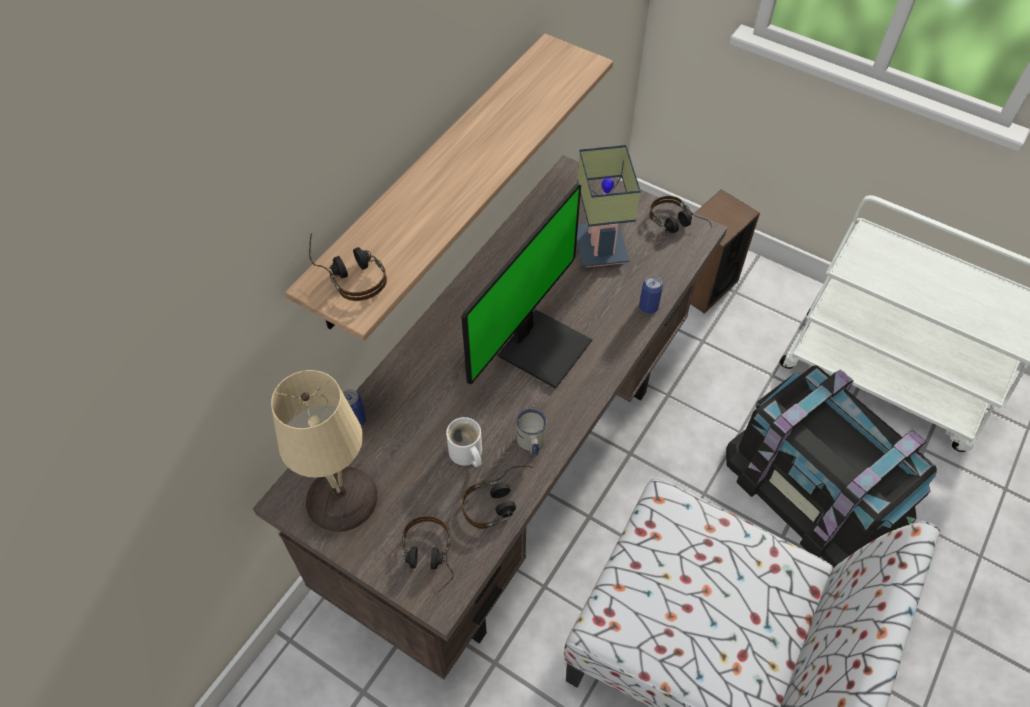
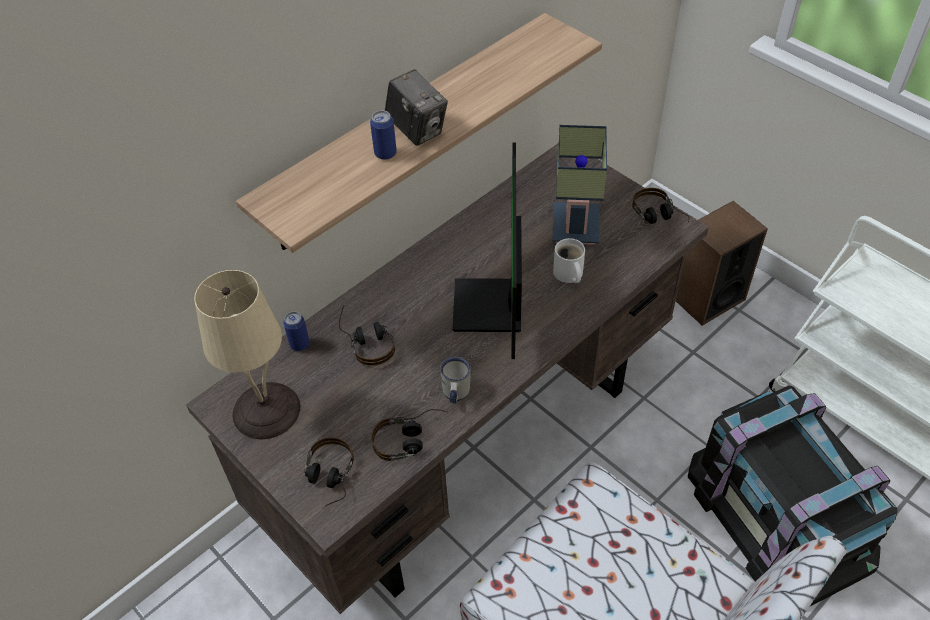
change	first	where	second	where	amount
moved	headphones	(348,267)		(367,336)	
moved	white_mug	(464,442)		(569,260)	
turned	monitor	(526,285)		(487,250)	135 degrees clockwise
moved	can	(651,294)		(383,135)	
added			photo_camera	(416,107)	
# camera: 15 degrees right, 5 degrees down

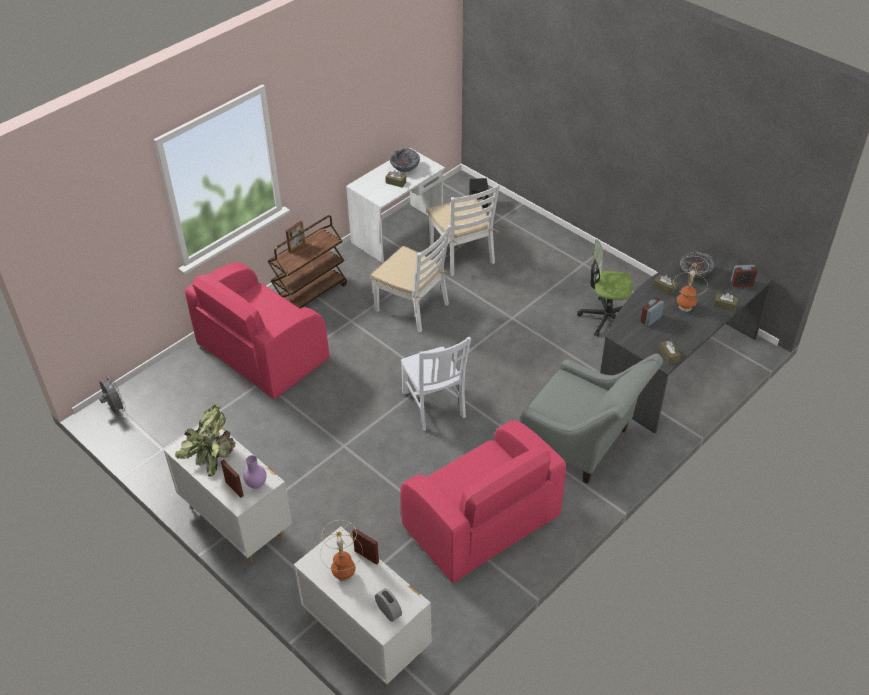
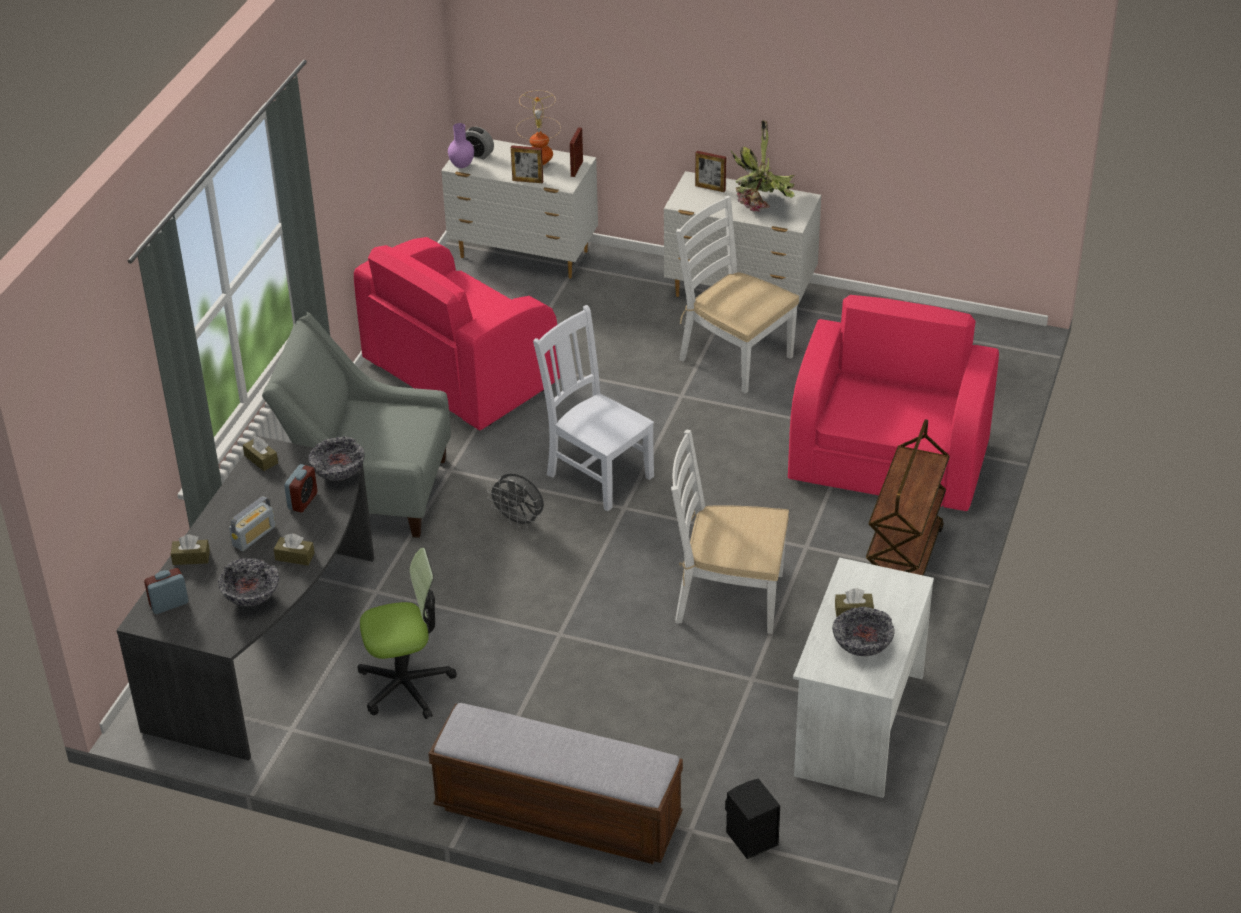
change	first	where	second	where	amount
moved	grey_fan	(112,394)		(515,500)	
moved	purple_vase	(255,472)		(461,145)	
moved	picture_frame	(295,237)		(576,152)	
turned	pink_armchair	(483,501)		(457,333)	75 degrees counterclockwise
moved	white_chair	(463,230)		(737,295)	
replaced	table_lamp	(691,284)	radio	(252,523)	
added			bowl	(337,458)	
added			bench	(555,783)	
# camera: 155 degrees right, 5 degrees down

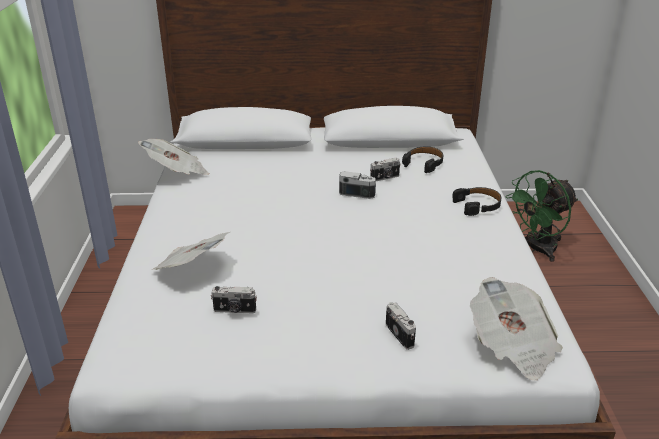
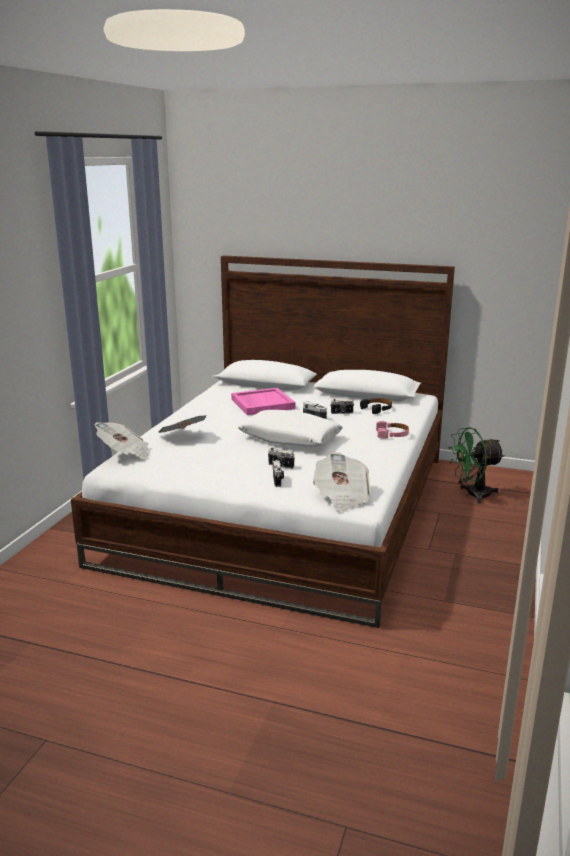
change	first	where	second	where	amount
moved	newspaper	(173,157)		(121,440)	
moved	photo_camera	(234,300)		(281,458)	
recoloured	black_headphones	(477,201)	pink_headphones	(392,430)	
added			pink_tray	(263,401)	
added			white_pillow	(290,428)	
# camera: 20 degrees right, 10 degrees down

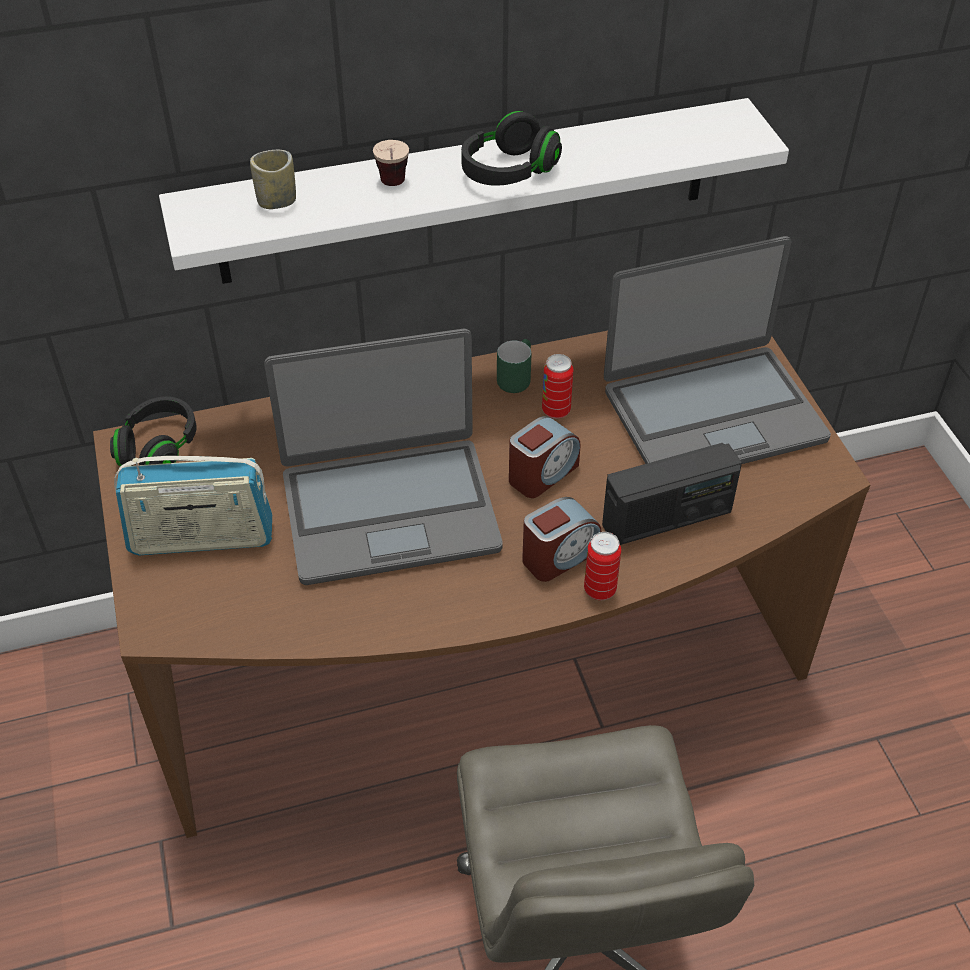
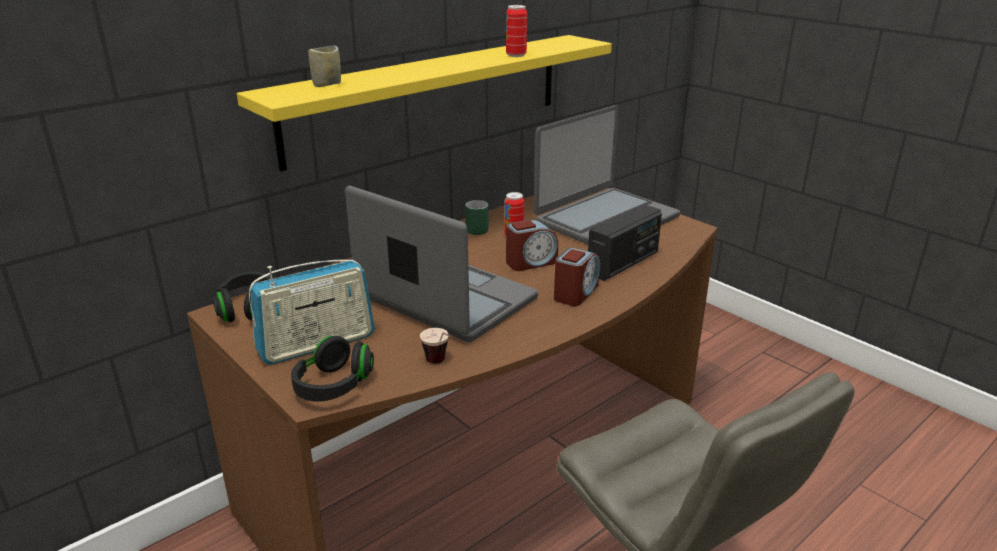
change	first	where	second	where	amount
recoloured	white_shelf	(474,191)	yellow_shelf	(424,103)	
turned	laptop	(383,457)		(441,264)	105 degrees counterclockwise
moved	cup	(391,163)		(436,346)	
moved	black_headphones	(511,148)		(332,369)	
turned	alarm_clock	(544,457)		(532,245)	45 degrees clockwise
moved	can	(602,566)		(516,31)	
# camera: 25 degrees left, 20 degrees down

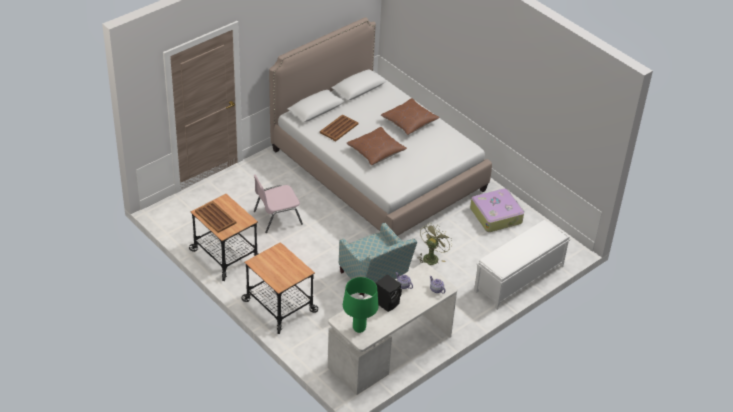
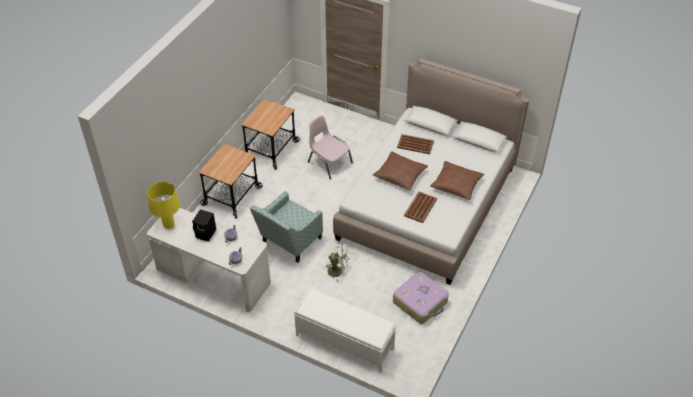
change	first	where	second	where	amount
moved	brown_tray	(215,217)		(420,207)	
recoloured	green_table_lamp	(360,305)	yellow_table_lamp	(163,205)	
# camera: 70 degrees right, 5 degrees up

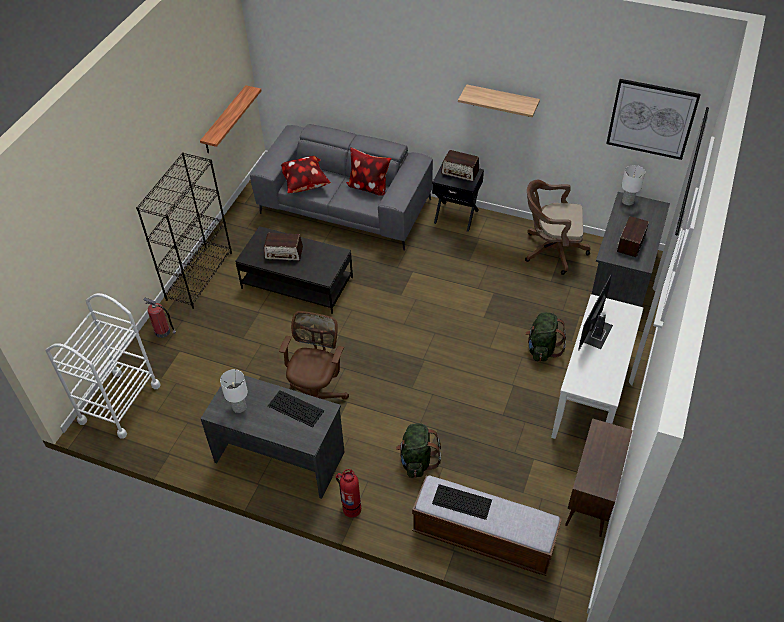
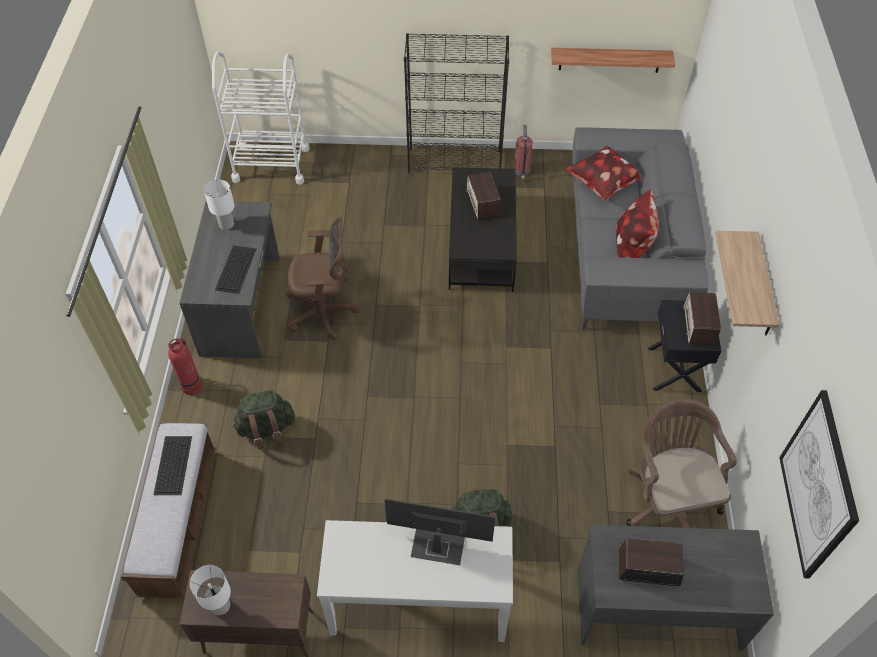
change	first	where	second	where	amount
moved	fire_extinguisher	(159,318)		(523,152)	
moved	white_table_lamp	(633,185)		(210,590)	
# camera: 70 degrees right, 5 degrees up

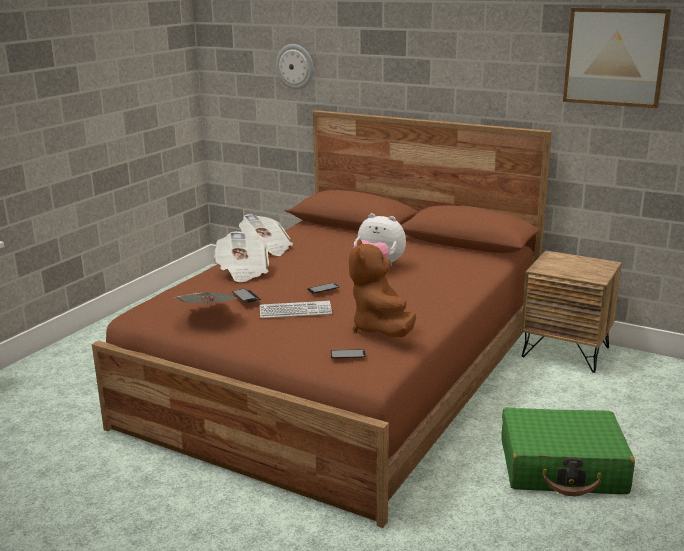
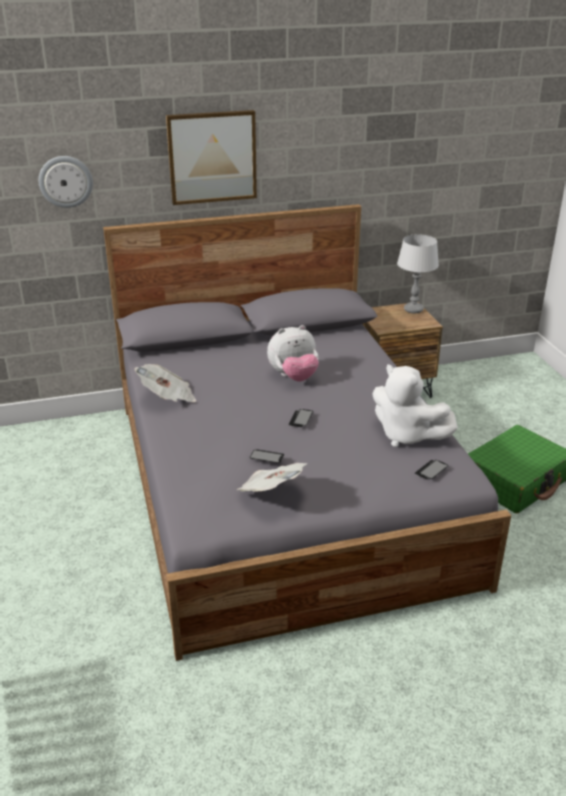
change	first	where	second	where	amount
recoloured	brown_bed	(322,319)	grey_bed	(307,432)	
removed	newspaper	(241,256)			
removed	keyboard	(296,309)			
recoloured	brown_plush_toy	(382,288)	white_plush_toy	(415,405)	
moved	picture	(617,57)		(211,157)	
added			grey_table_lamp	(418,274)	
# camera: 45 degrees left, 10 degrees up

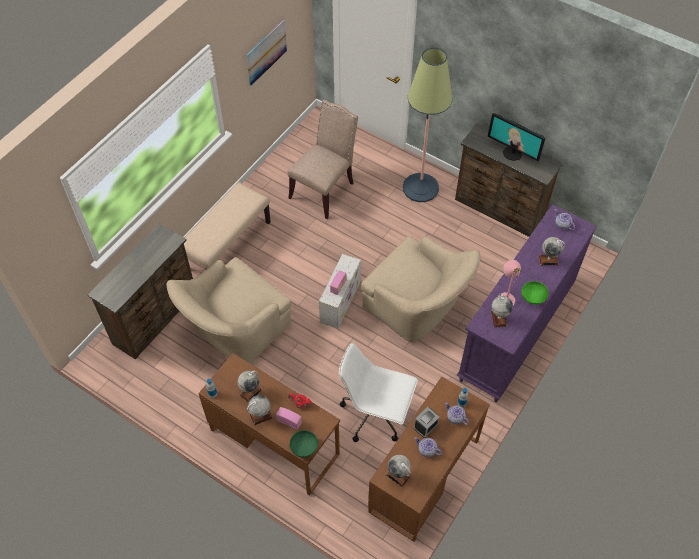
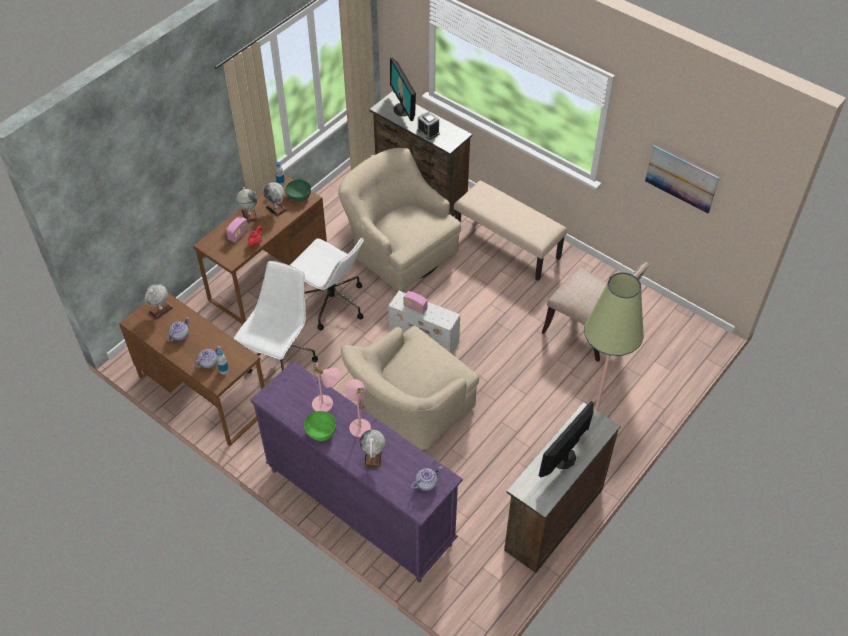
change	first	where	second	where	amount
moved	green_bowl	(303,443)		(298,190)	
moved	alarm_clock	(426,422)		(428,125)	
removed	globe	(502,311)			
added			white_office_chair	(327,284)	
added			pink_table_lamp	(357,408)	
added			monitor	(403,89)	
# camera: 95 degrees right, 5 degrees down

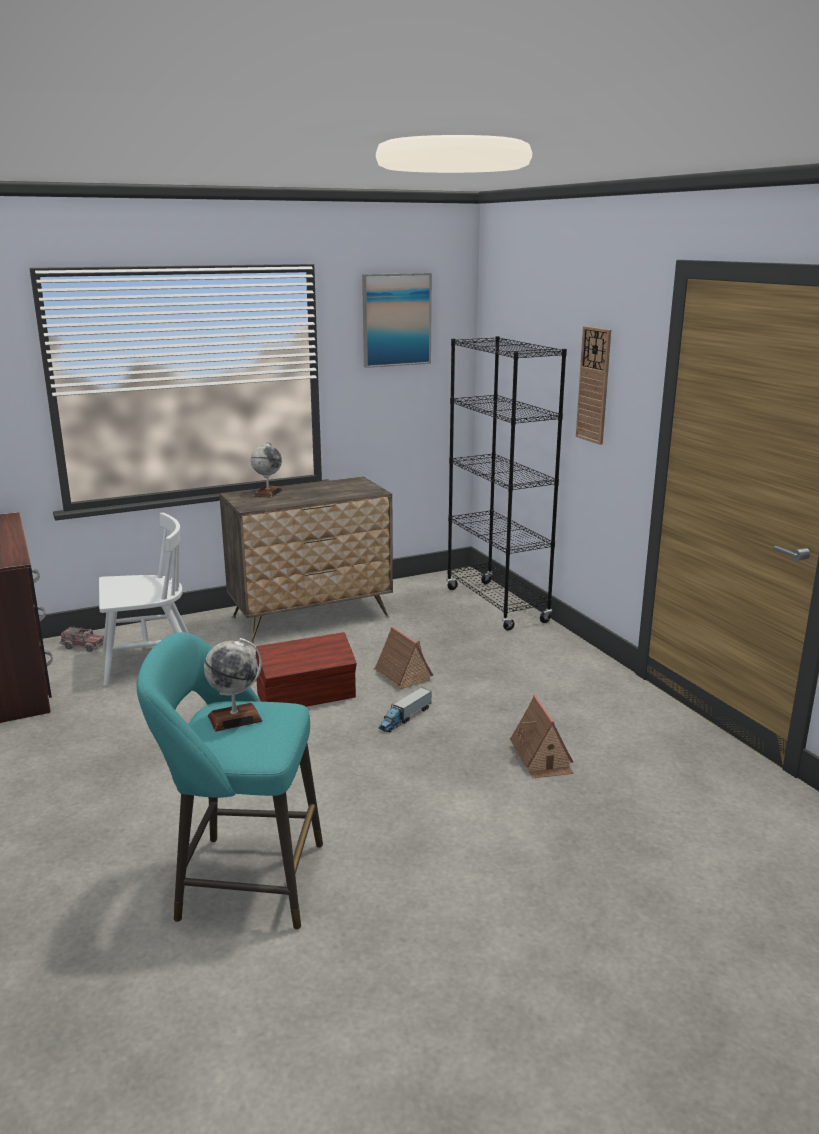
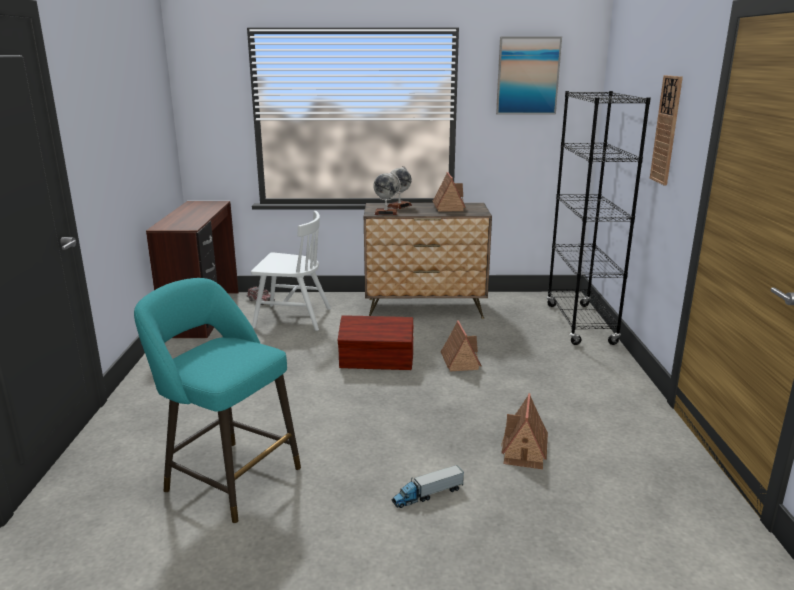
change	first	where	second	where	amount
moved	globe	(233,685)		(387,193)	
moved	toy_truck	(405,709)		(427,486)	
added			toy_house	(449,192)	
# camera: 25 degrees right, 0 degrees up

